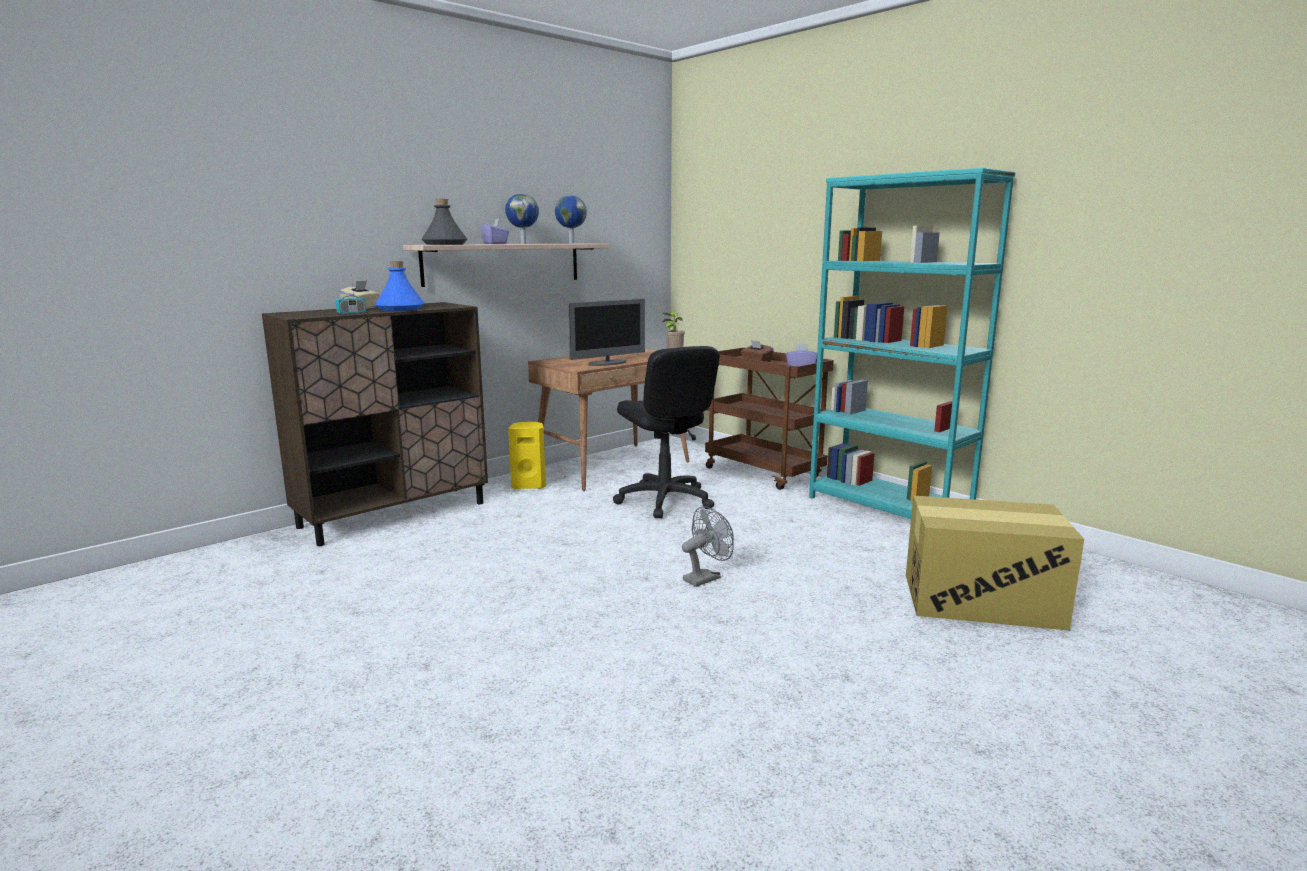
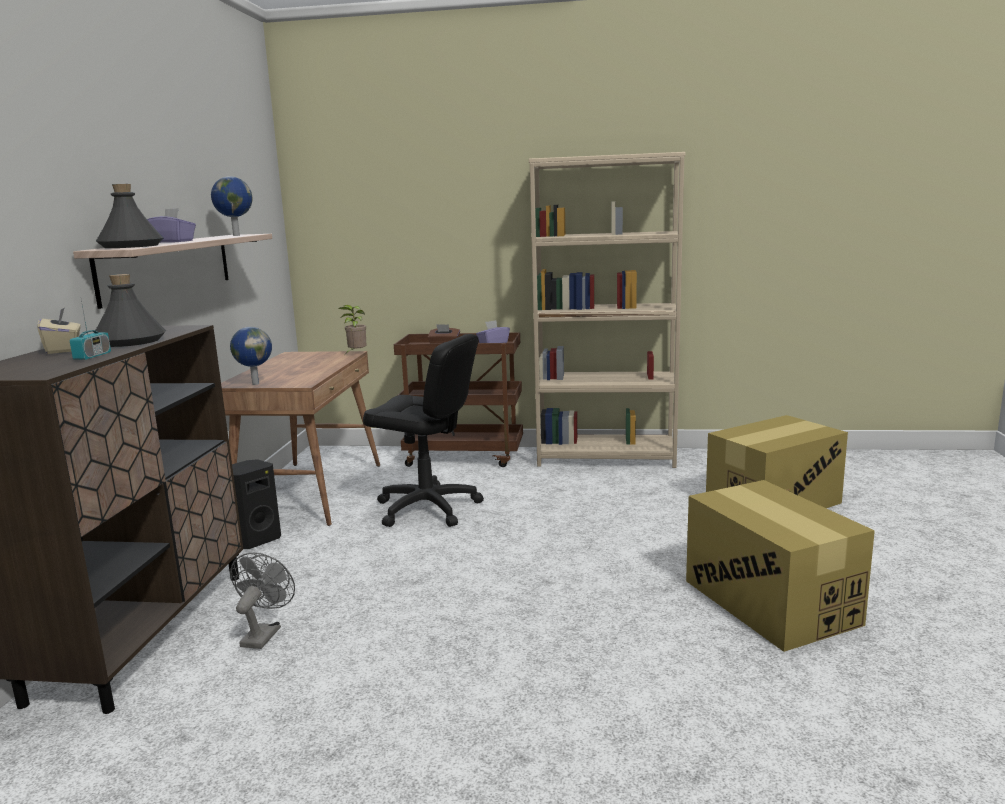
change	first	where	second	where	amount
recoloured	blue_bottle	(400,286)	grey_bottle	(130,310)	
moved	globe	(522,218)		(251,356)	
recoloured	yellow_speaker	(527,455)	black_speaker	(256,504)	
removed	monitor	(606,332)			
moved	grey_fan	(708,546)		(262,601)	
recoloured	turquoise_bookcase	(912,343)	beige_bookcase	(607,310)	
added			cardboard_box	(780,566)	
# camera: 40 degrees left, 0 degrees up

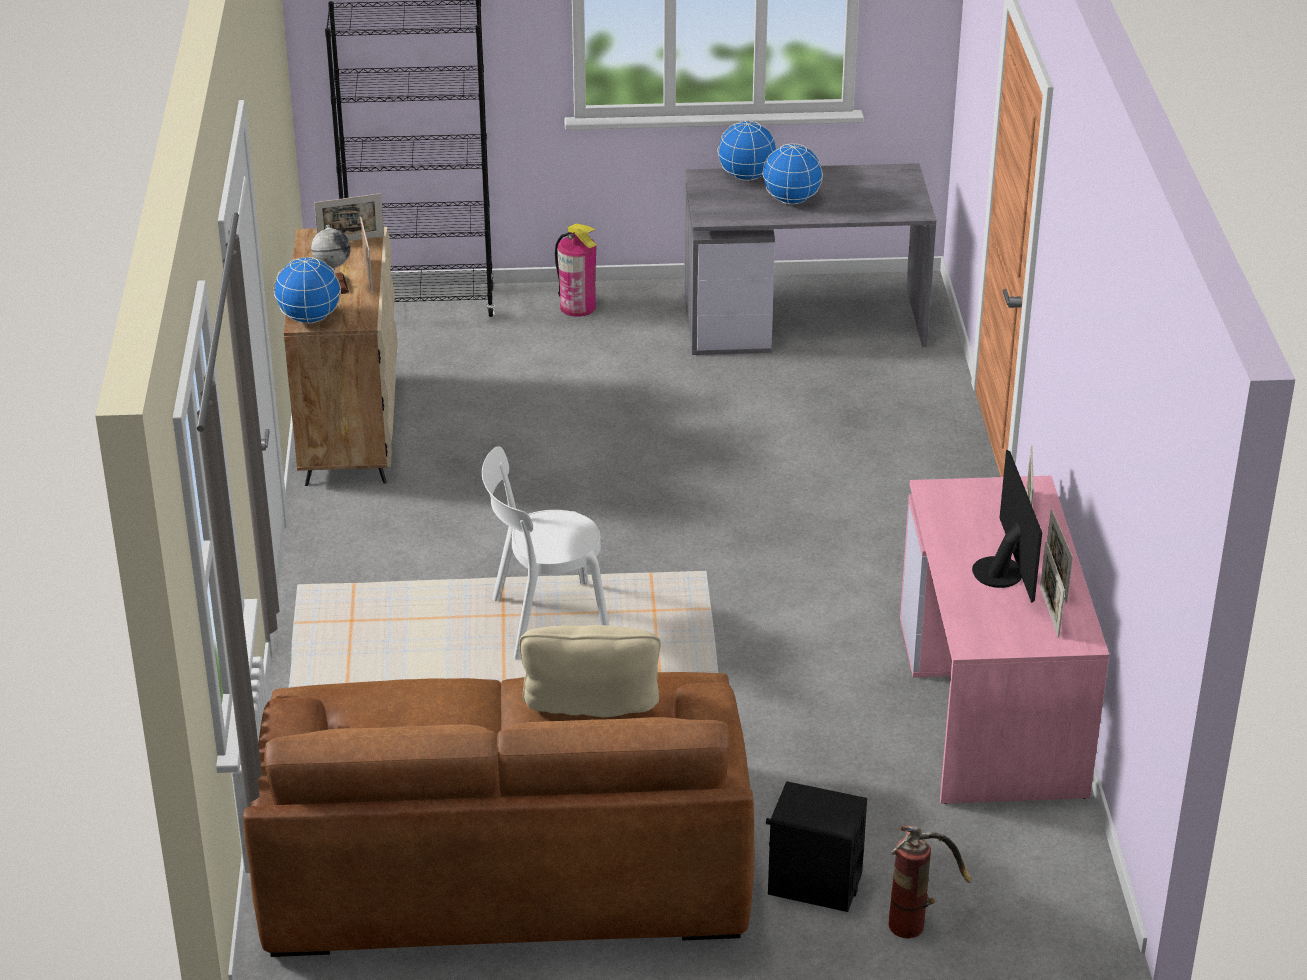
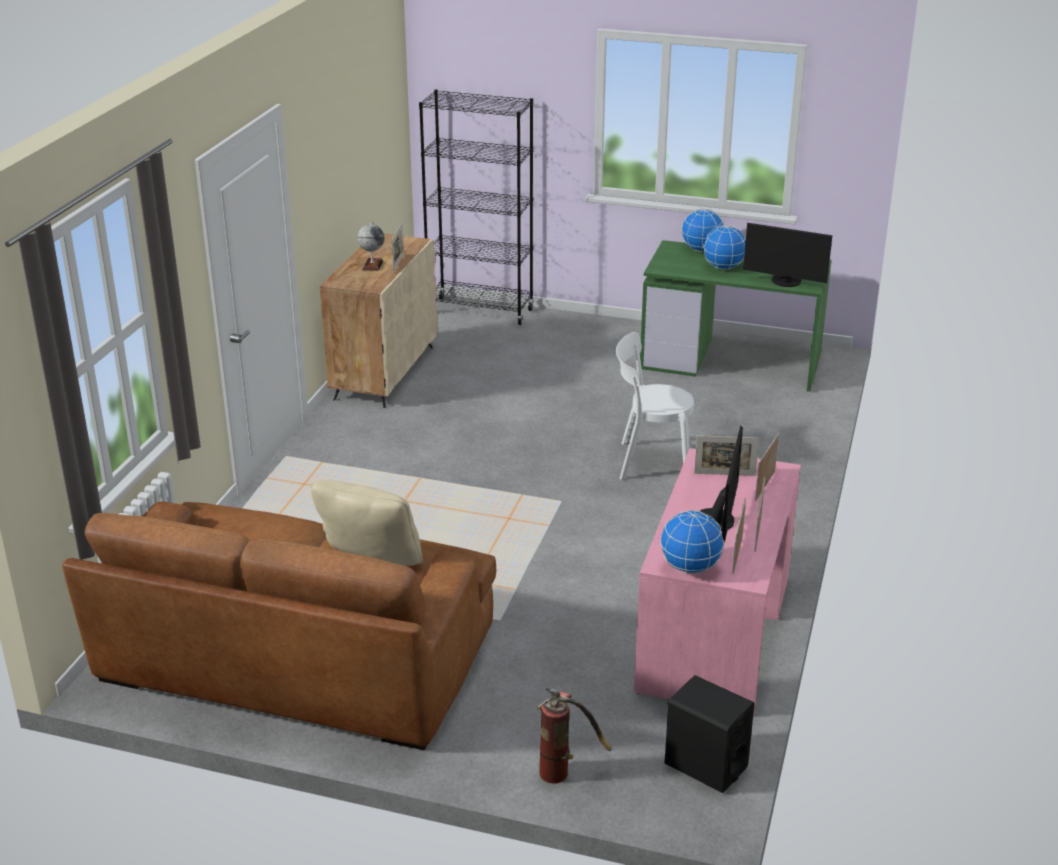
change	first	where	second	where	amount
moved	globe	(307,290)		(692,541)	
moved	picture_frame	(349,217)		(726,456)	
moved	white_chair	(545,553)		(655,406)	
removed	fire_extinguisher	(576,270)			
recoloured	grey_desk	(810,259)	green_desk	(736,316)	
moved	black_speaker	(816,846)		(709,734)	
added			monitor	(787,255)	
# camera: 20 degrees right, 5 degrees down

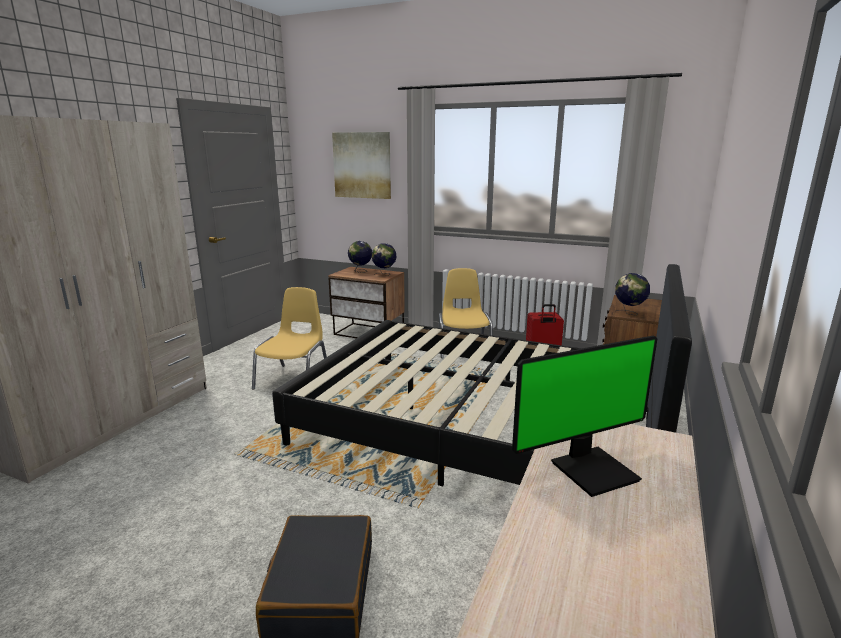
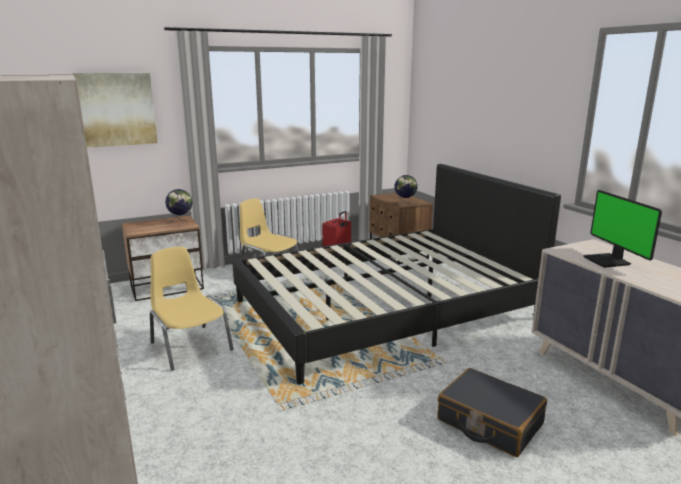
change	first	where	second	where	amount
removed	globe	(360,257)			
turned	monitor	(584,416)		(622,229)	150 degrees clockwise
# camera: 50 degrees left, 0 degrees up

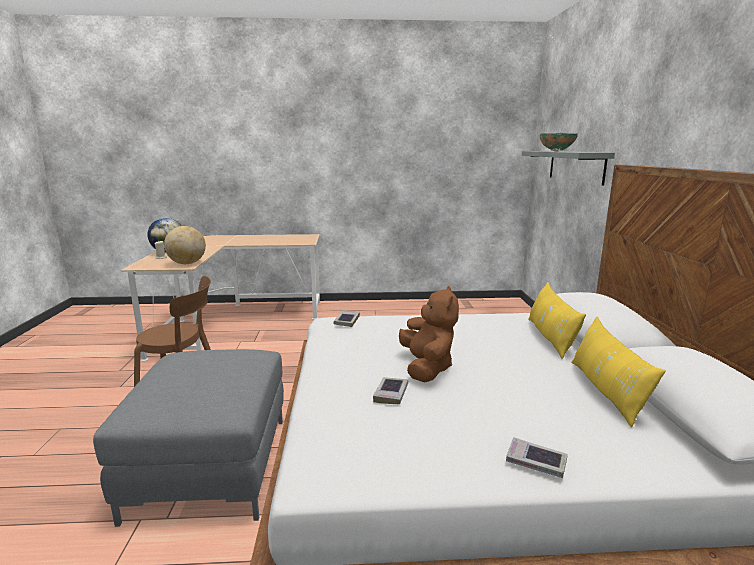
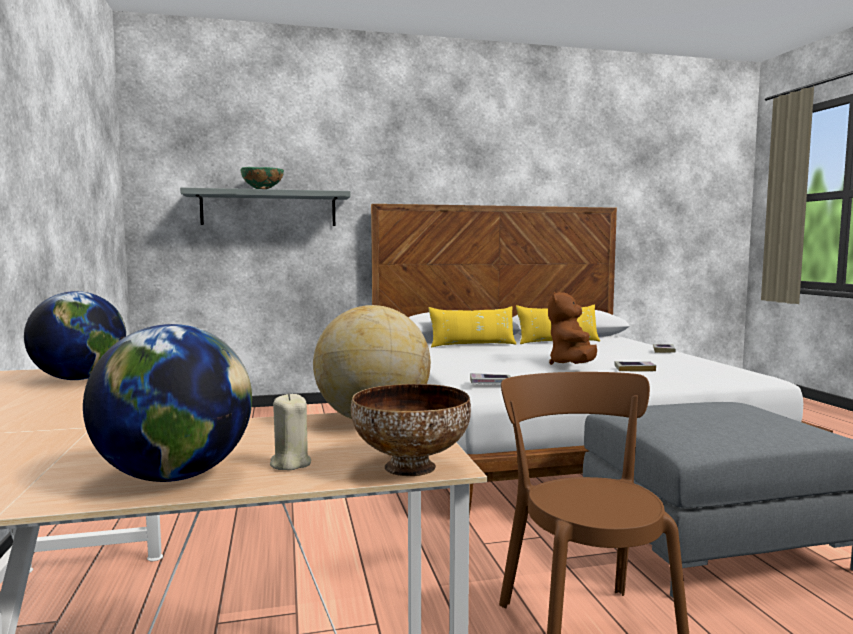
change	first	where	second	where	amount
turned	brown_plush_toy	(429,334)		(572,328)	60 degrees counterclockwise
added			globe	(75,335)	
added			bowl	(411,430)	
# camera: 100 degrees left, 10 degrees down

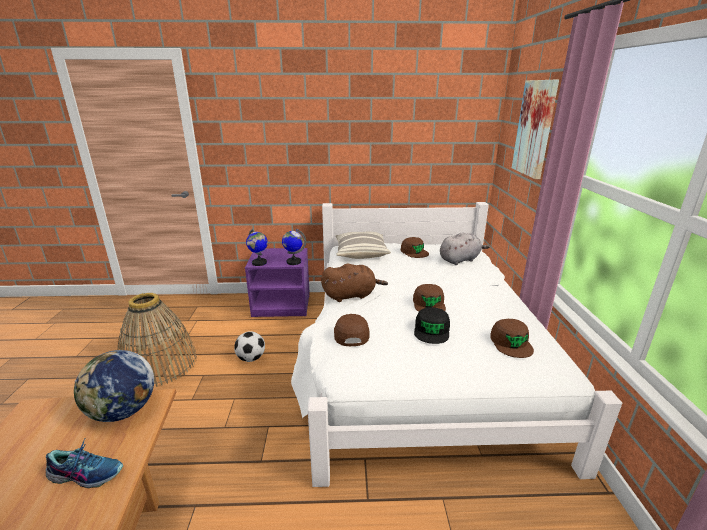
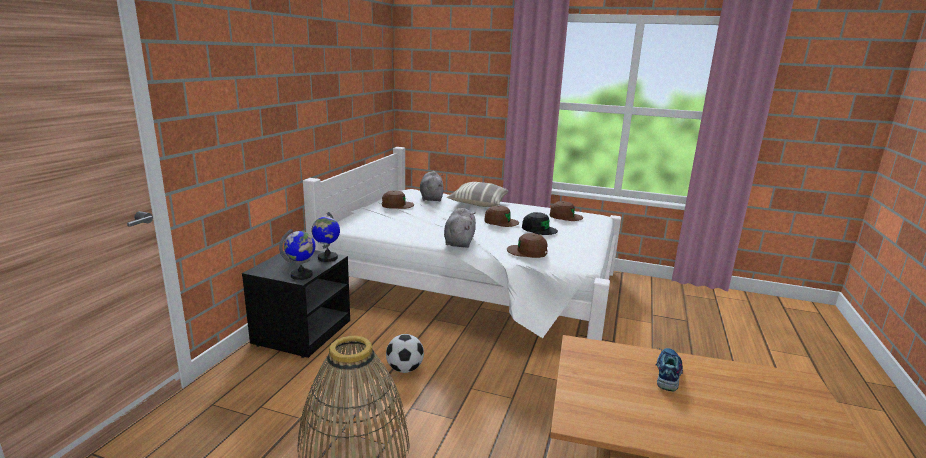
change	first	where	second	where	amount
removed	globe	(114,386)			
recoloured	purple_nightstand	(277,282)	black_nightstand	(296,304)	
recoloured	brown_plush_toy	(354,283)	grey_plush_toy	(460,228)	
moved	pillow	(363,245)		(477,194)	
removed	picture	(535,129)			
# camera: 70 degrees left, 5 degrees down

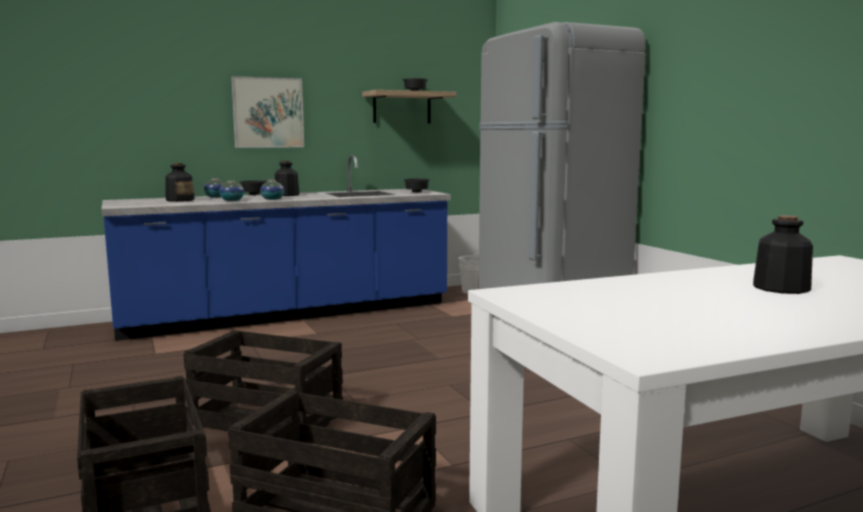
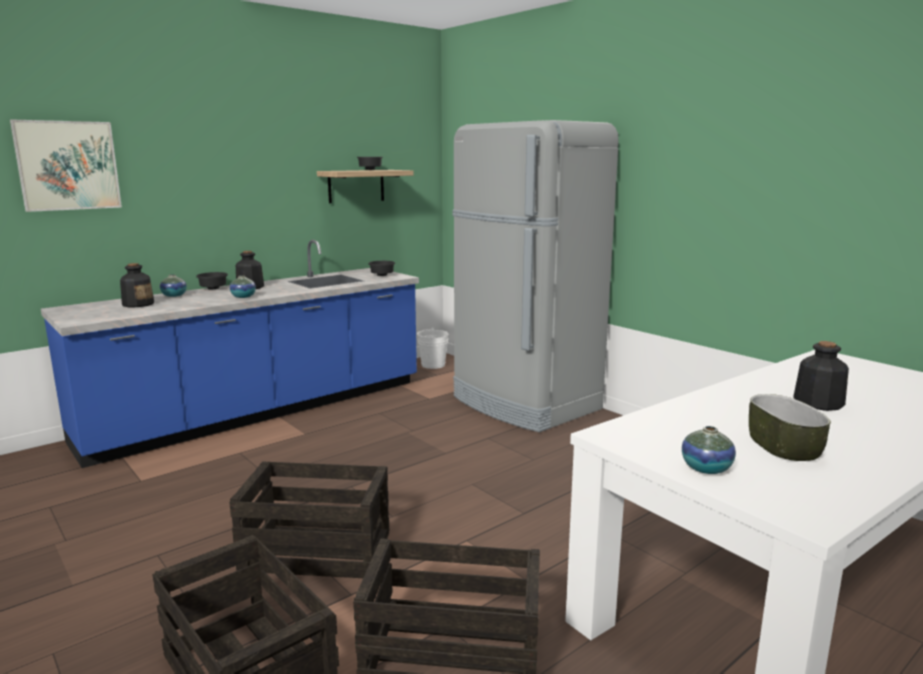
change	first	where	second	where	amount
moved	vase	(231,190)		(709,450)	
moved	picture	(267,112)		(66,165)	
added			bowl	(790,427)	
# camera: 15 degrees left, 5 degrees up

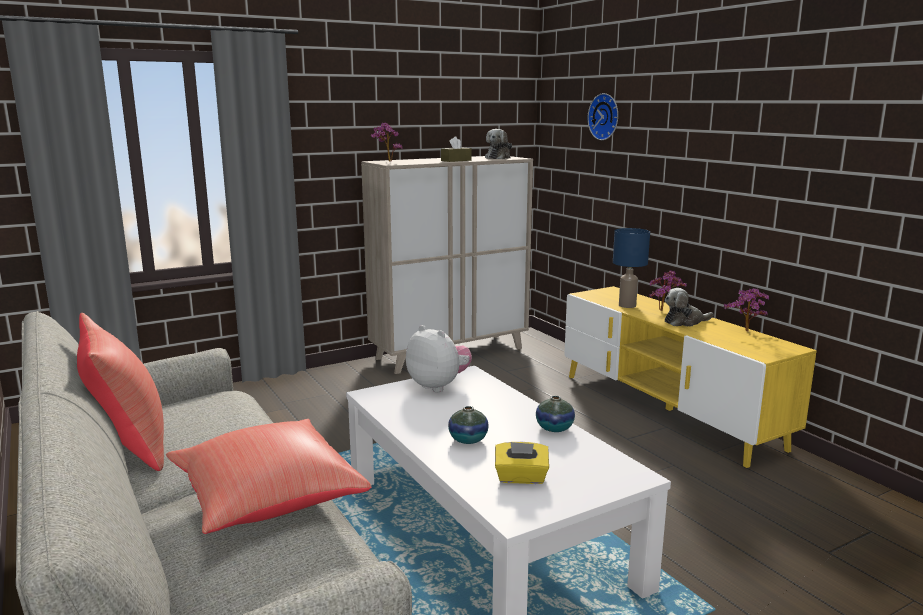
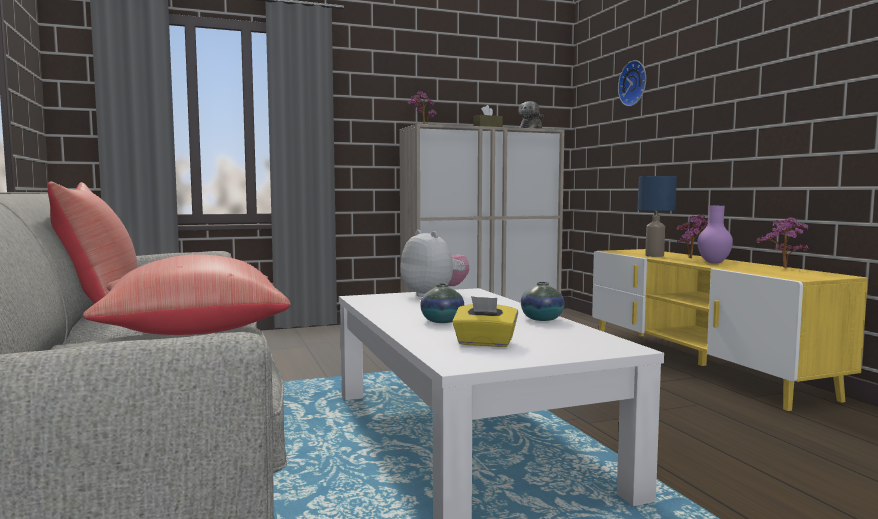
change	first	where	second	where	amount
replaced	plush_toy	(689,307)	purple_vase	(715,235)	
# camera: 10 degrees right, 10 degrees down

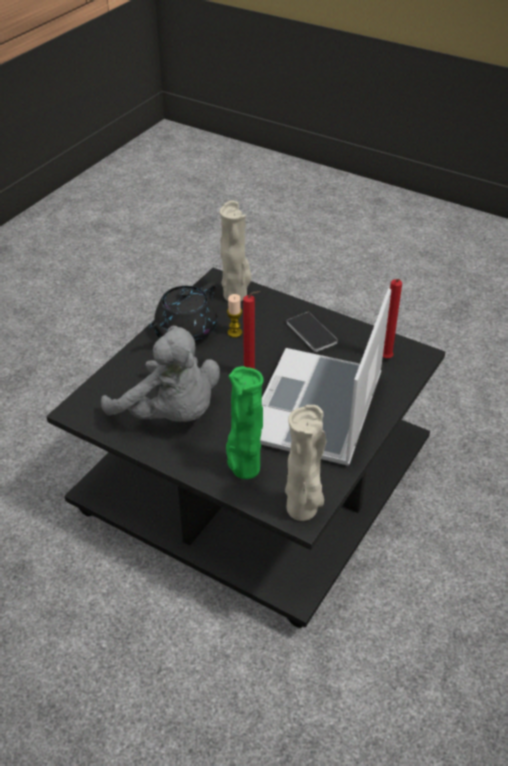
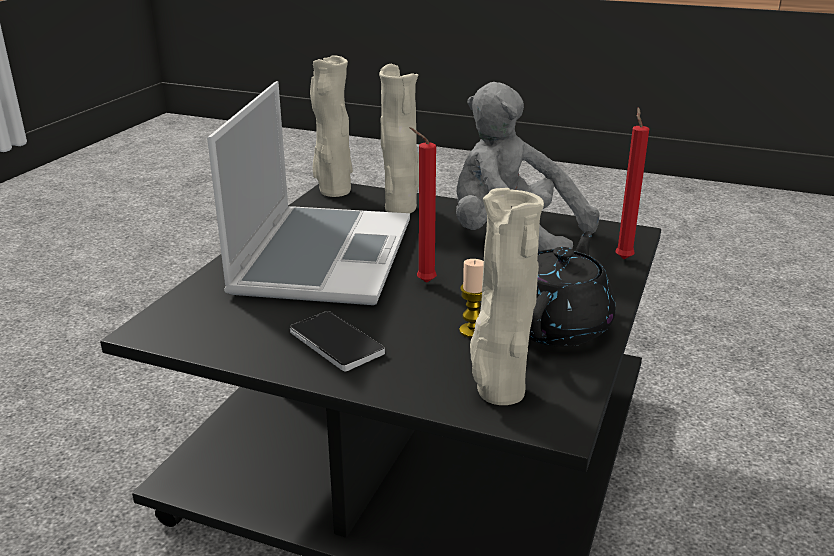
change	first	where	second	where	amount
recoloured	green_vase	(244,422)	beige_vase	(399,138)	
moved	red_candle	(392,318)		(632,183)	
# camera: 170 degrees right, 15 degrees down

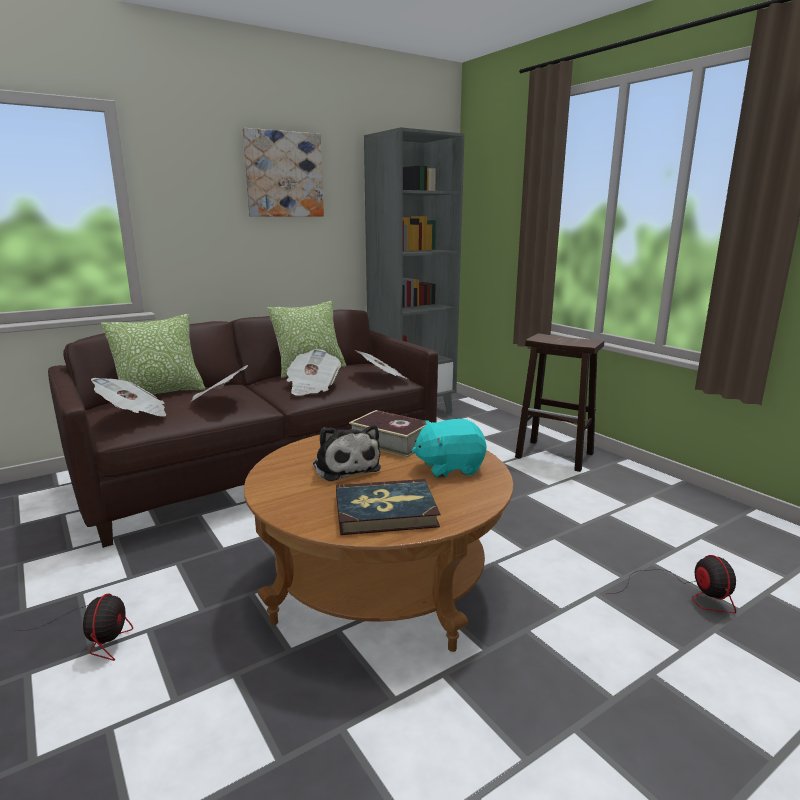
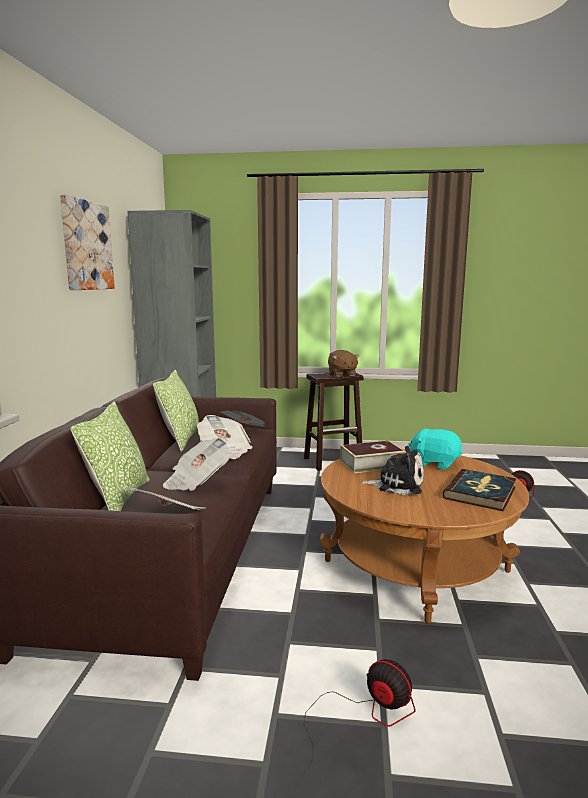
change	first	where	second	where	amount
turned	turquoise_plush_toy	(449,448)		(435,449)	90 degrees clockwise
added			brown_plush_toy	(343,363)	
# camera: 50 degrees left, 5 degrees down

